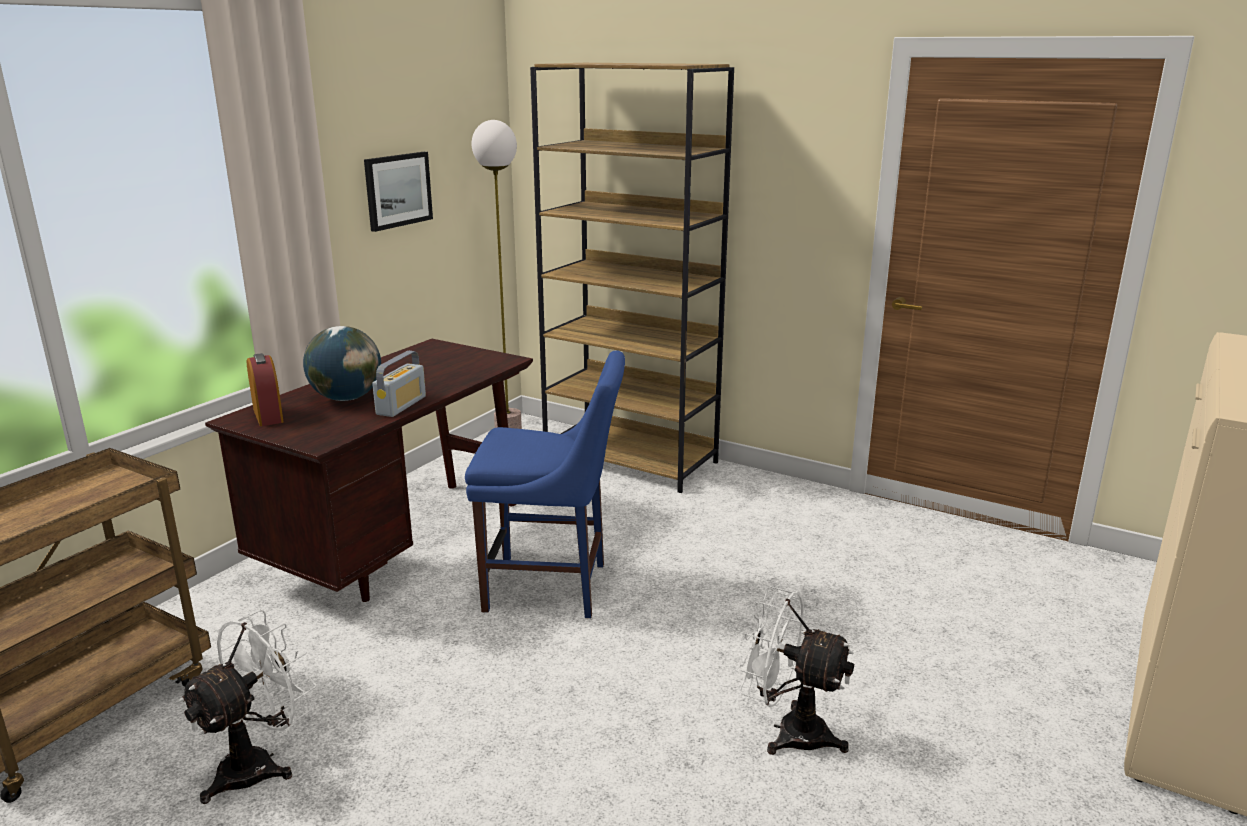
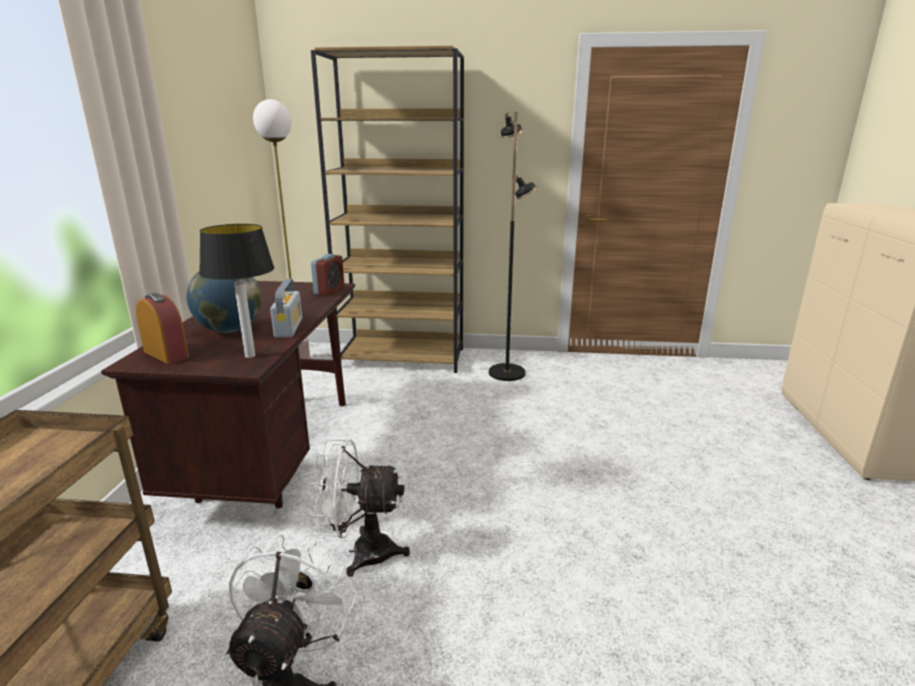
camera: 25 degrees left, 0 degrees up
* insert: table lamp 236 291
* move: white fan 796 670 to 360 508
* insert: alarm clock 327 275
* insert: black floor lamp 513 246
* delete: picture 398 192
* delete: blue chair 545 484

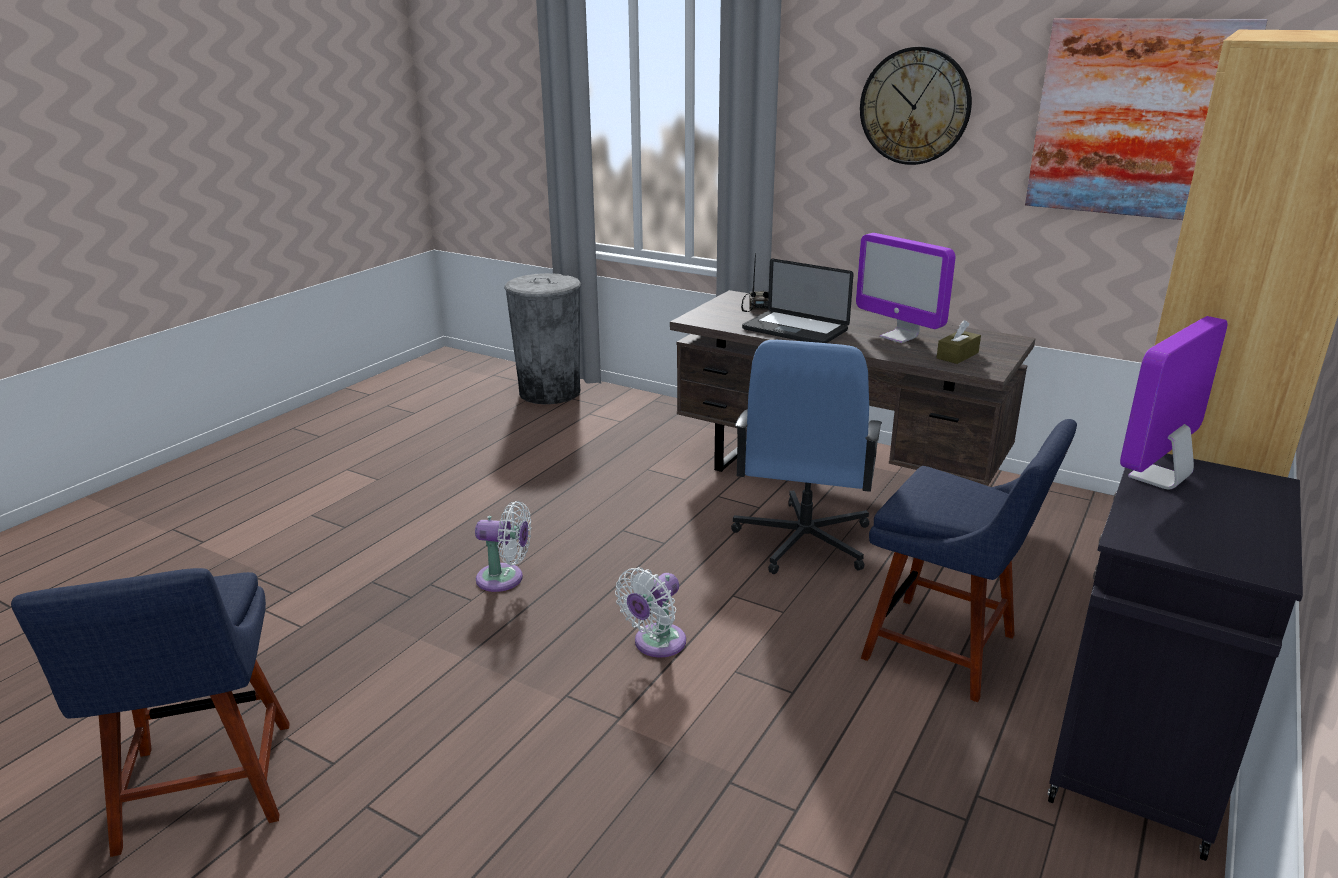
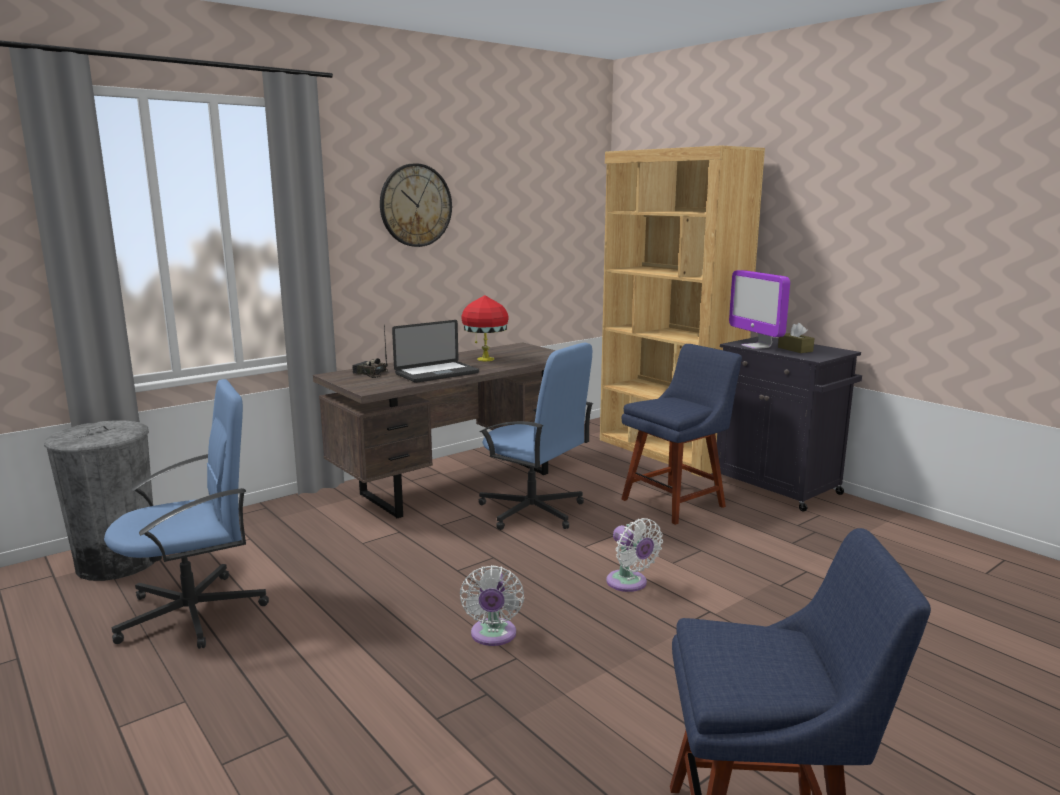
camera: 70 degrees left, 10 degrees down
* insert: blue office chair 186 514
* rotate: white fan 503 546 = 492 605 150 degrees clockwise
* replace: monitor 906 288 to red table lamp 484 328
* move: brown tissue box 959 342 to 796 338
* delete: picture 1146 119

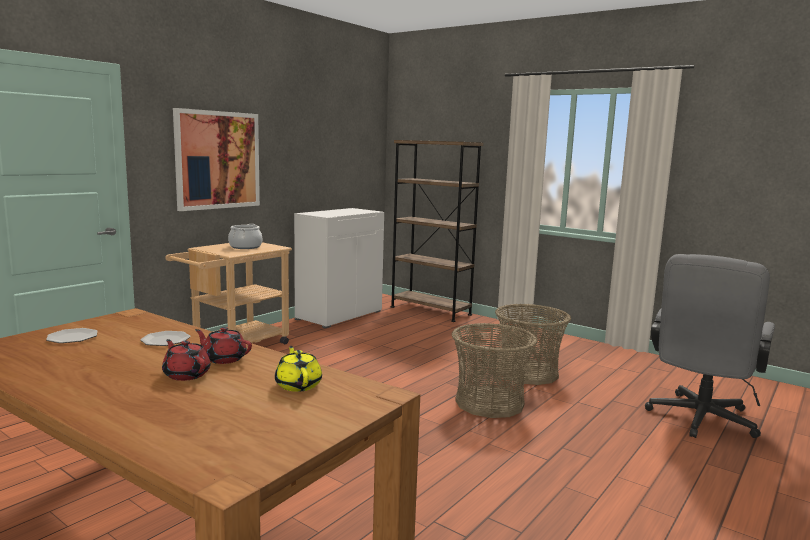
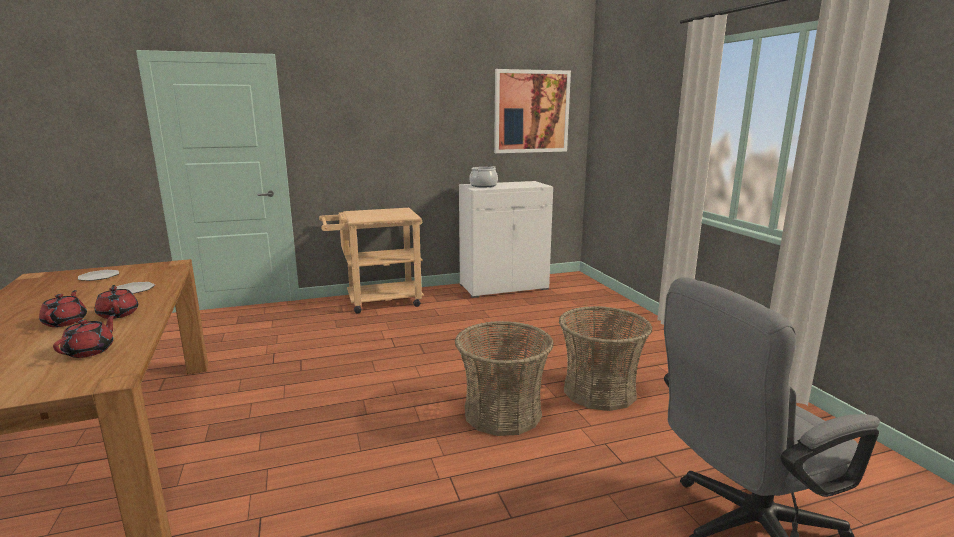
camera: 35 degrees right, 5 degrees up
* recolor: yellow teapot 298 369 to red teapot 84 336
* move: cooking pot 245 236 to 483 176
* move: picture 216 159 to 532 111
* delete: brown bookcase 437 231

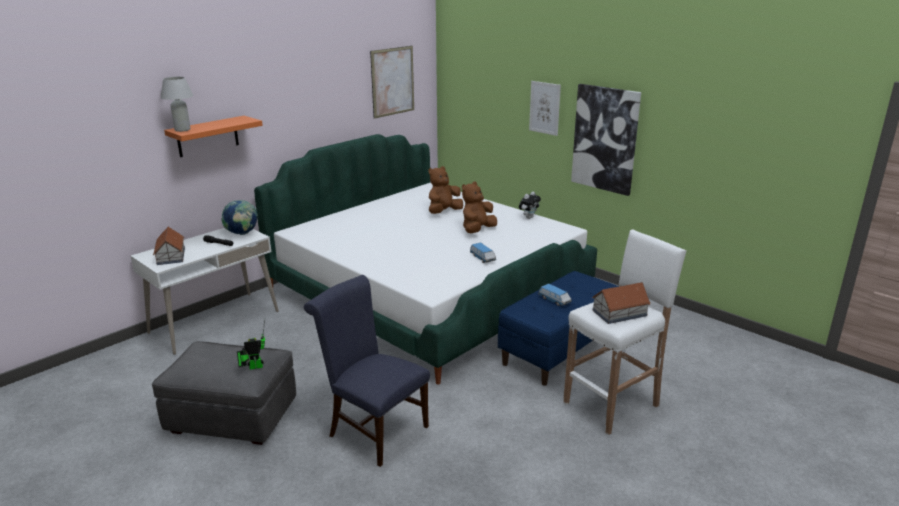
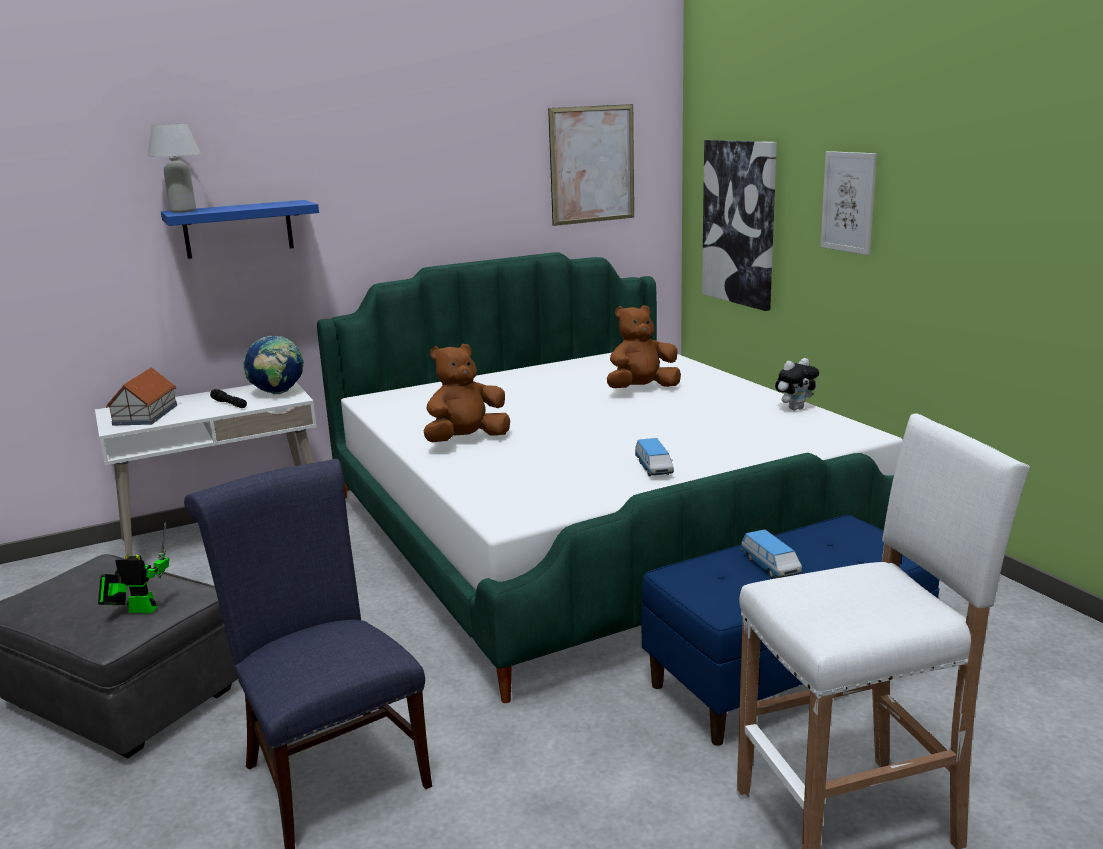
camera: 20 degrees right, 5 degrees down
* recolor: orange shelf 213 136 to blue shelf 240 229
* move: brown plush toy 479 207 to 467 393
* move: picture 606 140 to 739 225
* delete: toy house 621 303

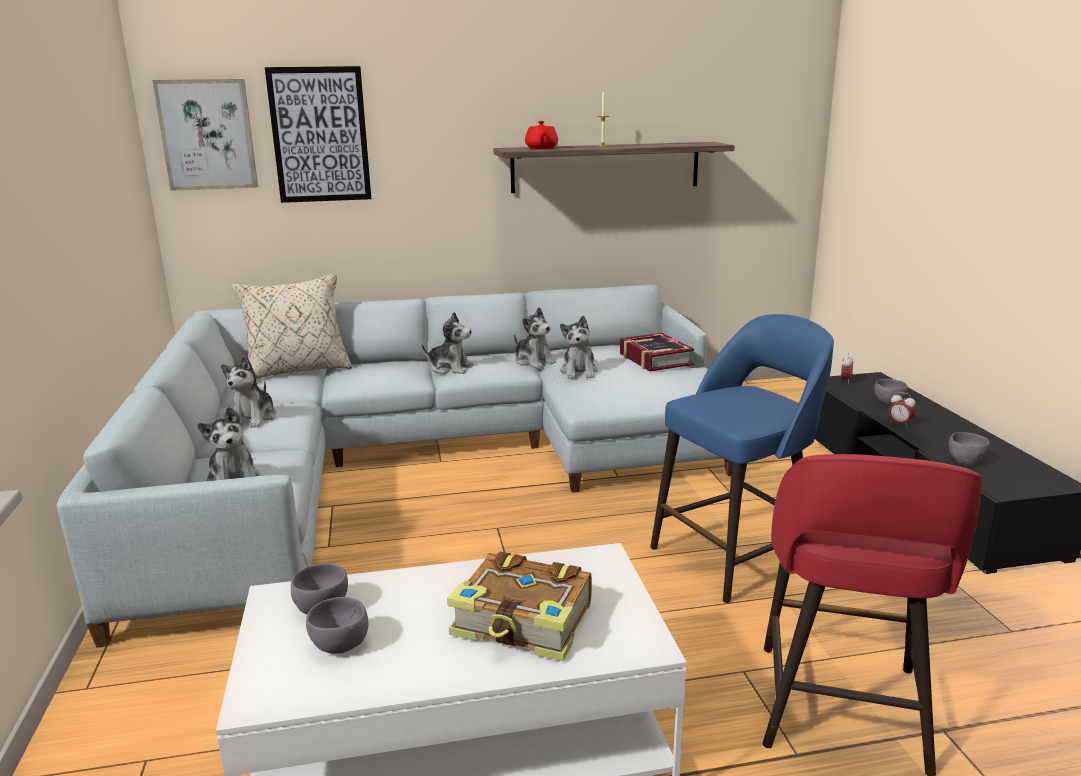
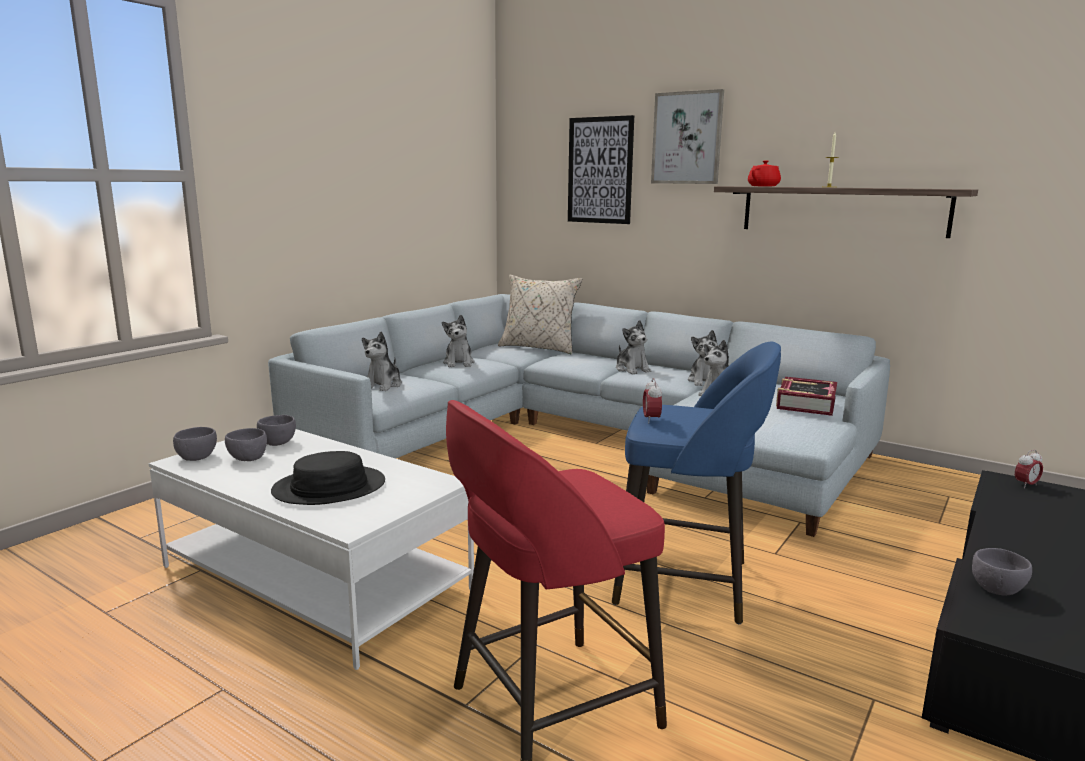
camera: 45 degrees right, 5 degrees down
* move: grey bowl 891 392 to 195 444
* replace: book 519 606 to black hat 328 478
* rotate: plush toy 248 392 = 458 341 60 degrees counterclockwise
* move: alarm clock 902 410 to 652 400
* move: picture 205 135 to 687 136

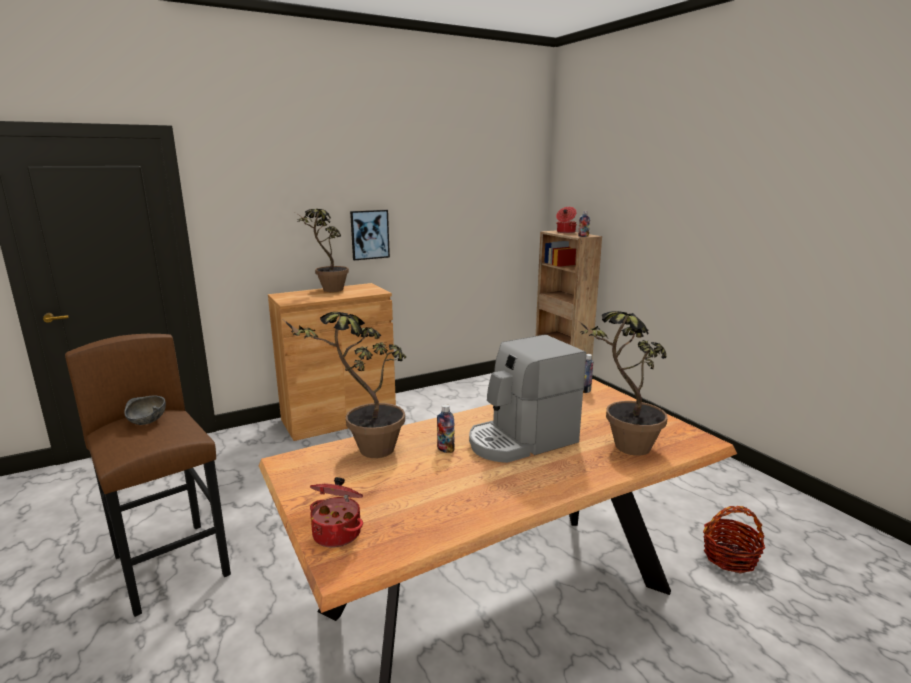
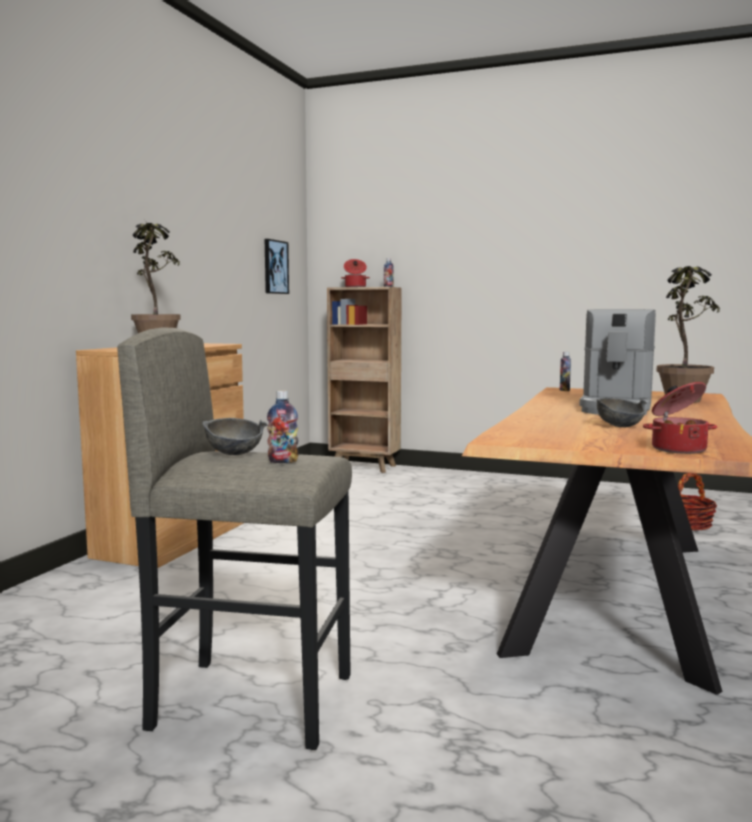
camera: 40 degrees left, 10 degrees down
* recolor: brown stool 148 475 to grey stool 234 538
* move: picture 370 235 to 277 266
* move: bottle 445 428 to 283 426
* insert: grey bowl 622 412
* delete: potted plant 343 385

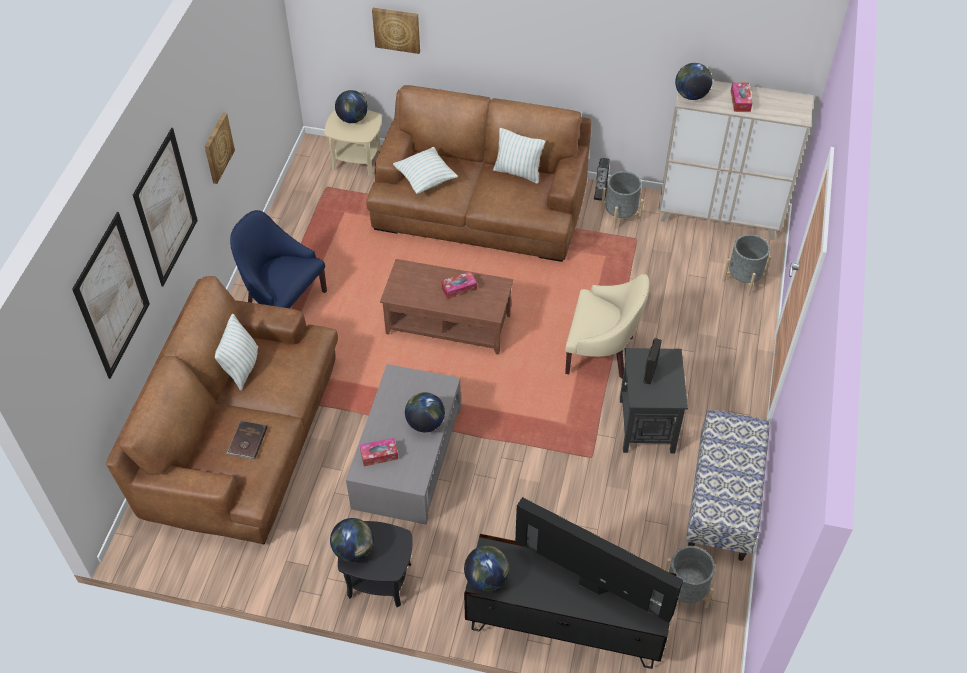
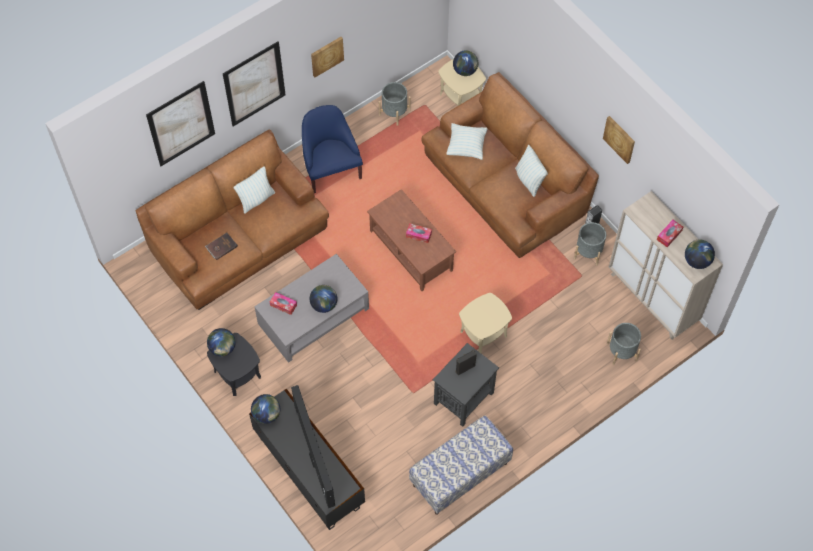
camera: 40 degrees right, 10 degrees up
* move: grey planter 690 577 to 395 104
* replace: beige armchair 607 326 to beige side table 485 323
* move: picture 396 31 to 619 140
* move: globe 693 81 to 700 254

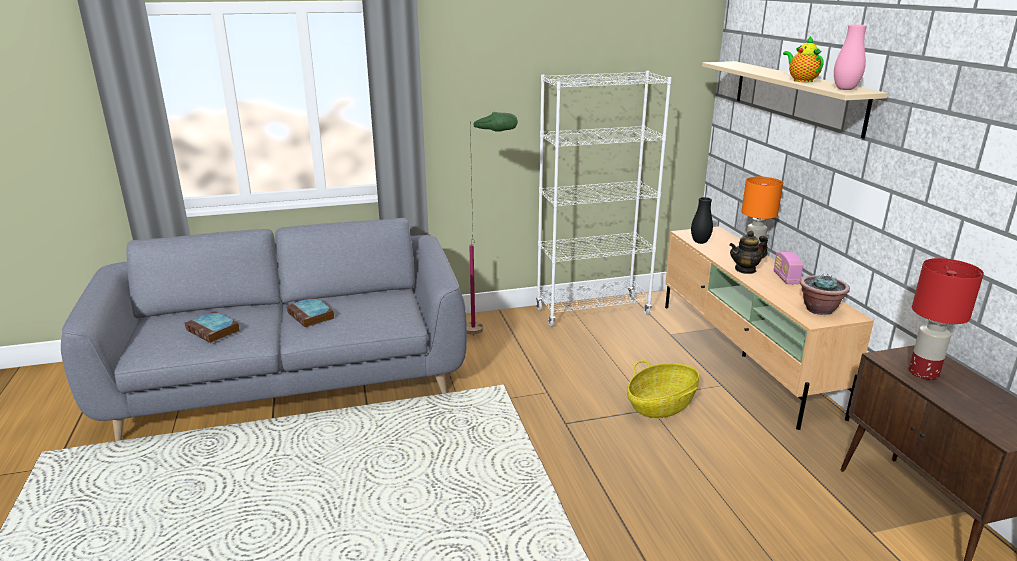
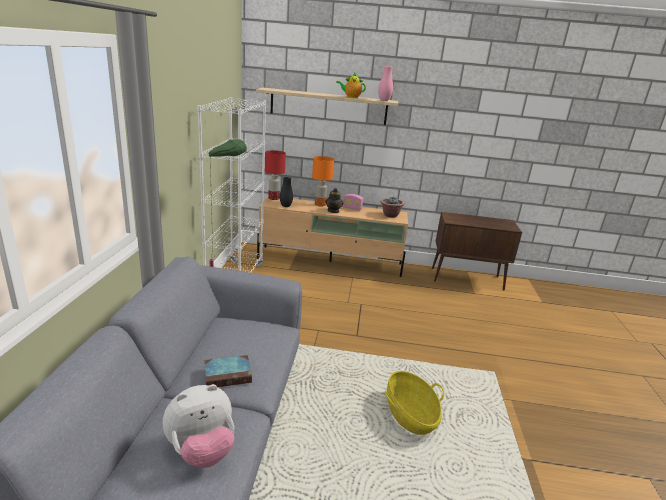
camera: 70 degrees left, 0 degrees up
* replace: book 212 327 to plush toy 198 426
* move: red table lamp 946 319 to 275 175
* move: basket 663 389 to 414 403

